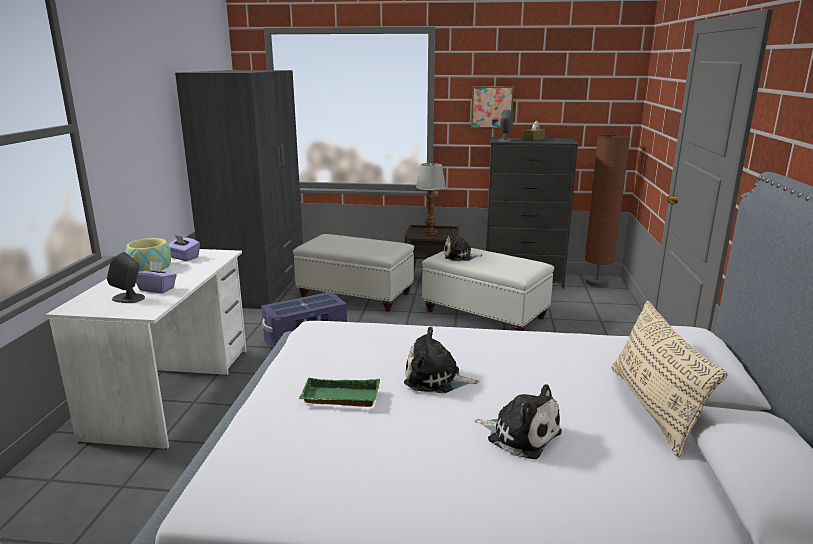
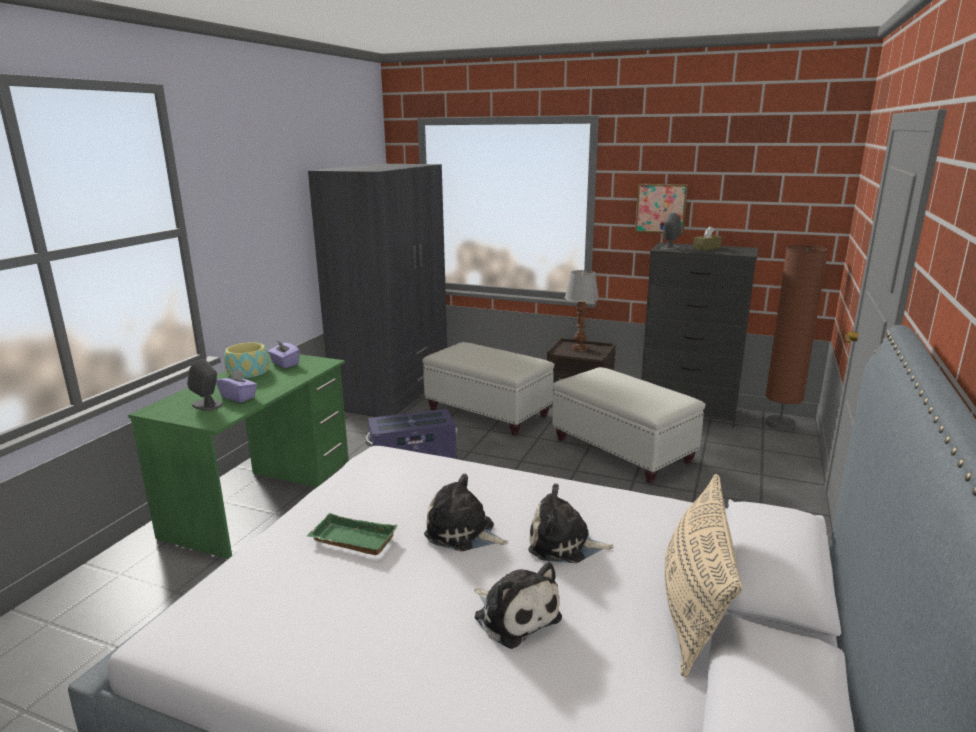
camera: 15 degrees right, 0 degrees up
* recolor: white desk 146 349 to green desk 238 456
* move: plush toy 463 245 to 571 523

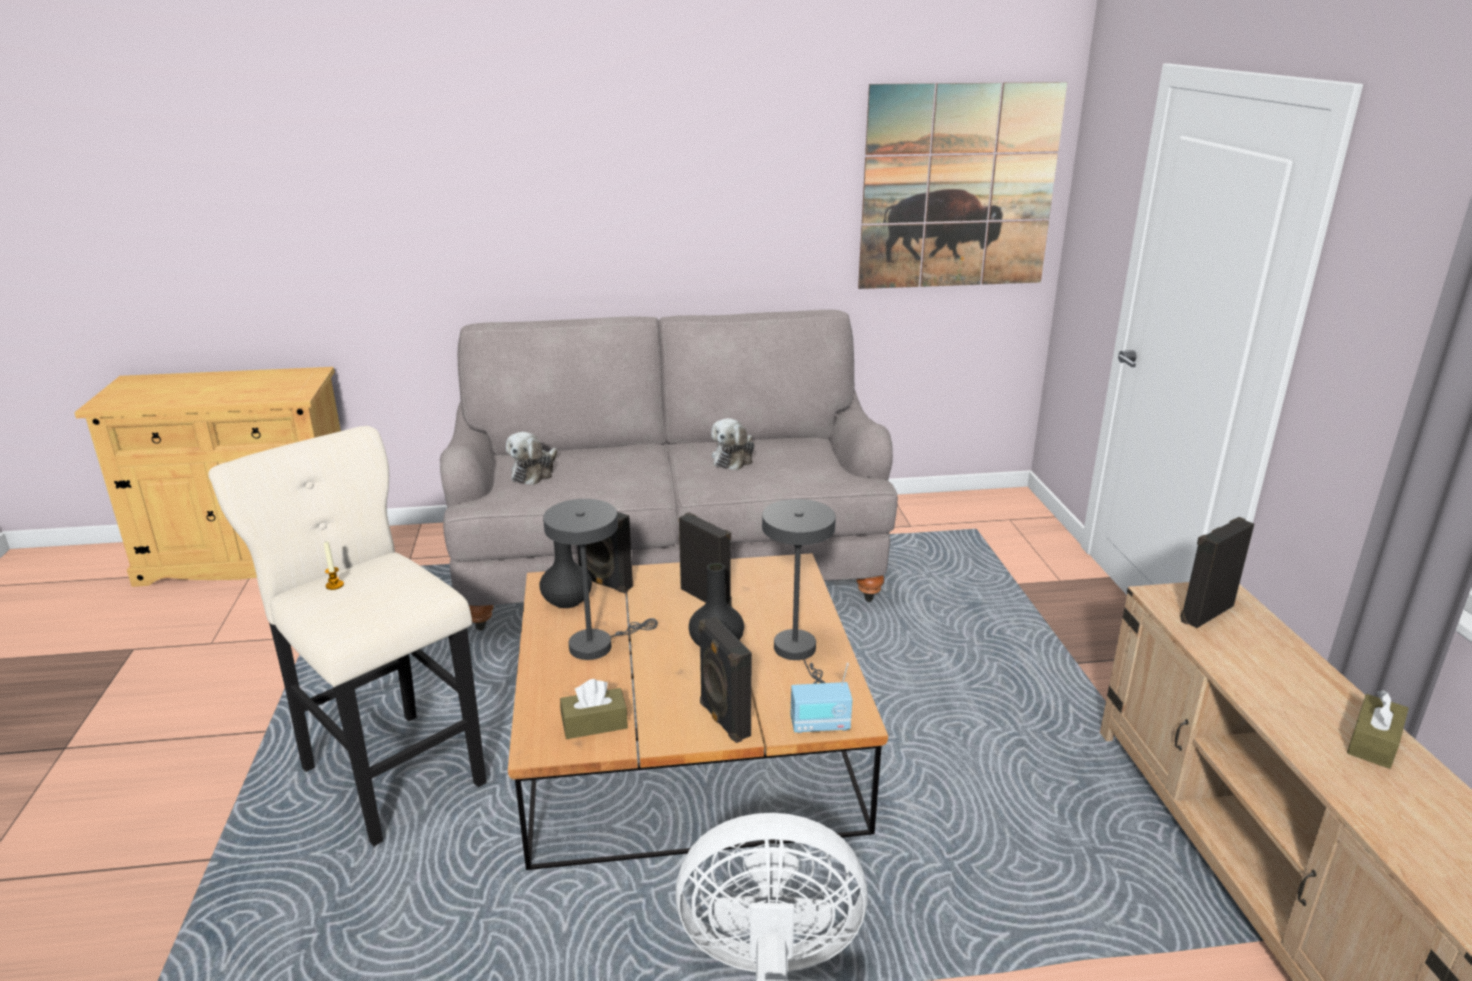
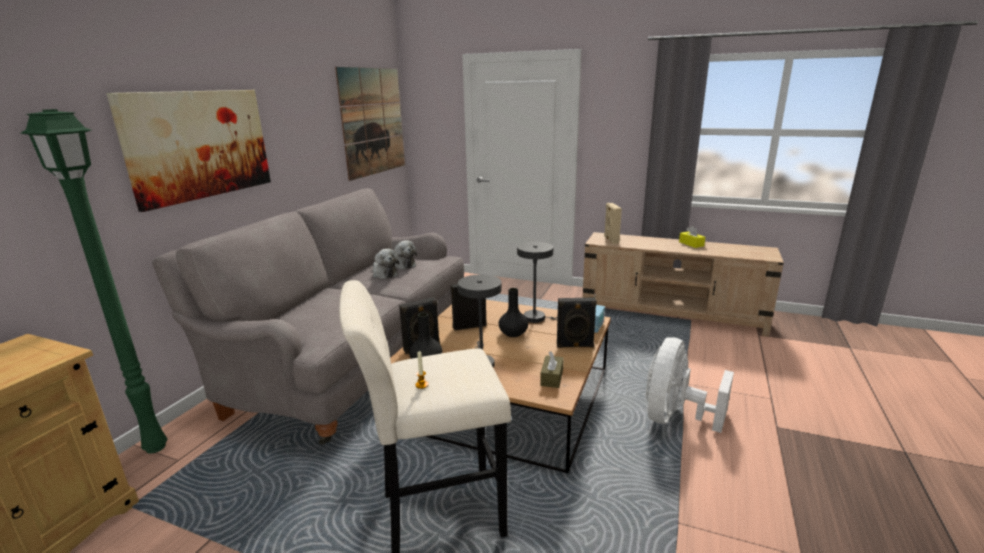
camera: 60 degrees left, 5 degrees down
* insert: green floor lamp 94 281
* insert: picture 188 151
* move: plush toy 531 458 to 405 254
* recolor: black speaker 1217 572 to beige speaker 613 223
* recolor: brown tissue box 1378 729 to yellow tissue box 692 237

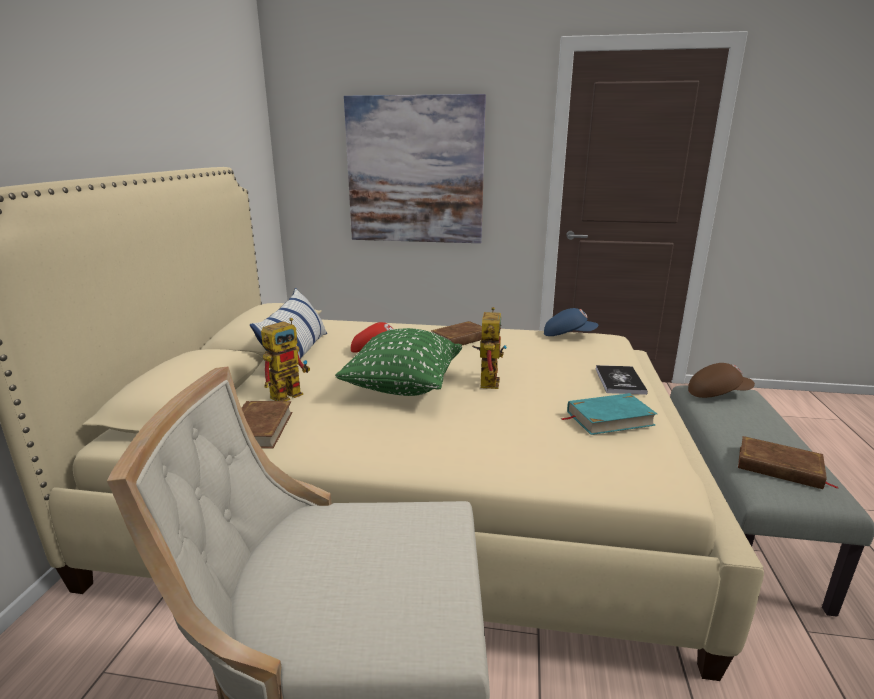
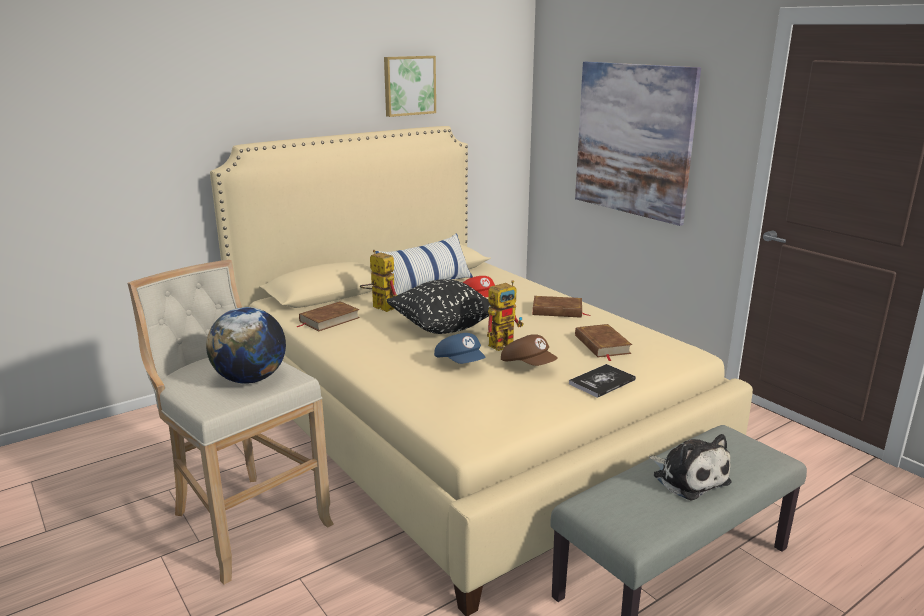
camera: 45 degrees right, 0 degrees up
* insert: globe 246 345
* rotate: toy robot 285 359 = 378 281 135 degrees counterclockwise
* insert: picture 410 86
* recolor: green pillow 398 362 to black pillow 439 306
* move: blue cap 571 322 to 460 348
* move: brown cap 721 380 to 529 350
* move: brown book 788 462 to 603 342
* insert: plush toy 690 467
* delete: turquoise book 609 414

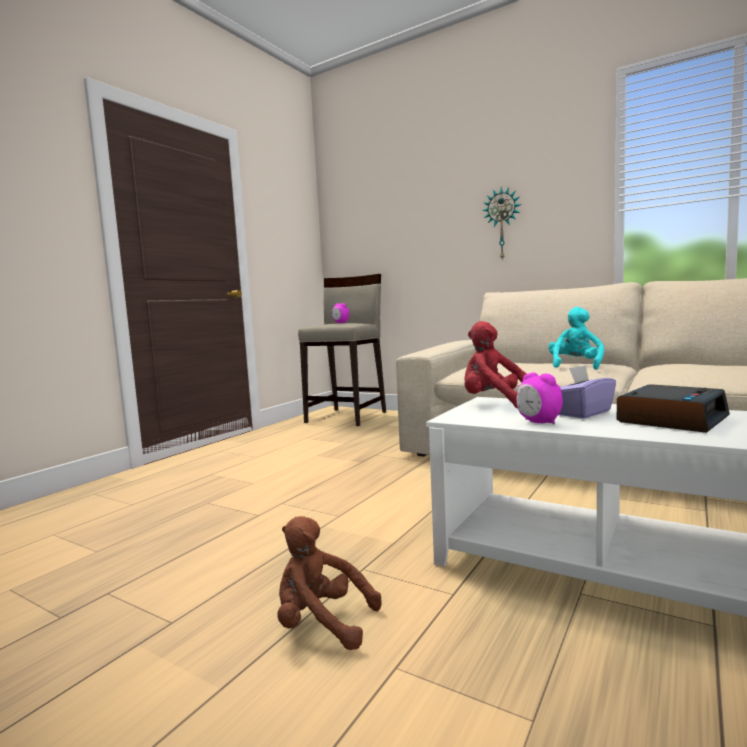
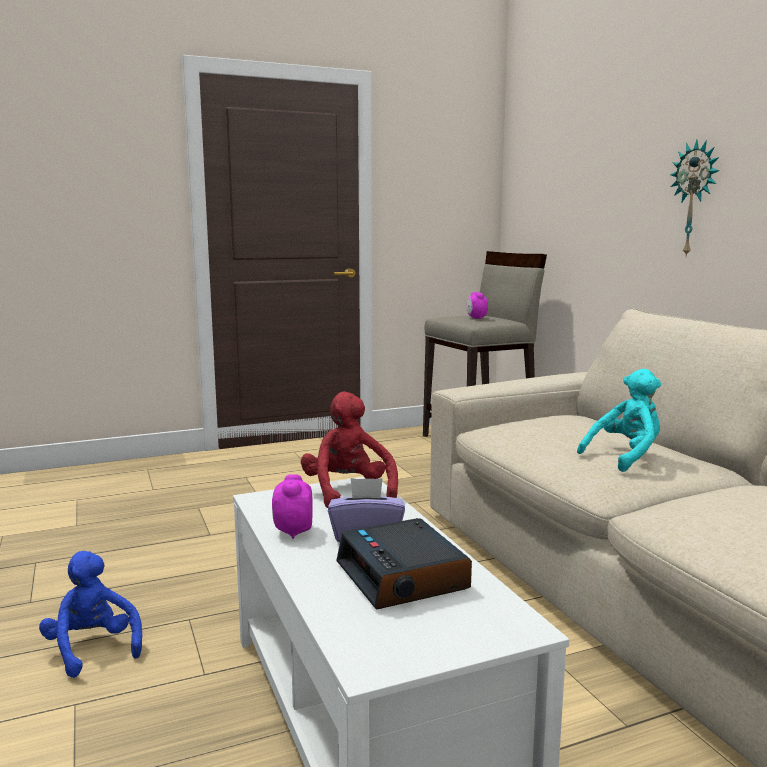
camera: 35 degrees right, 5 degrees up
* recolor: brown plush toy 330 583 to blue plush toy 90 614
* rotate: alarm clock 673 408 = 404 564 75 degrees clockwise

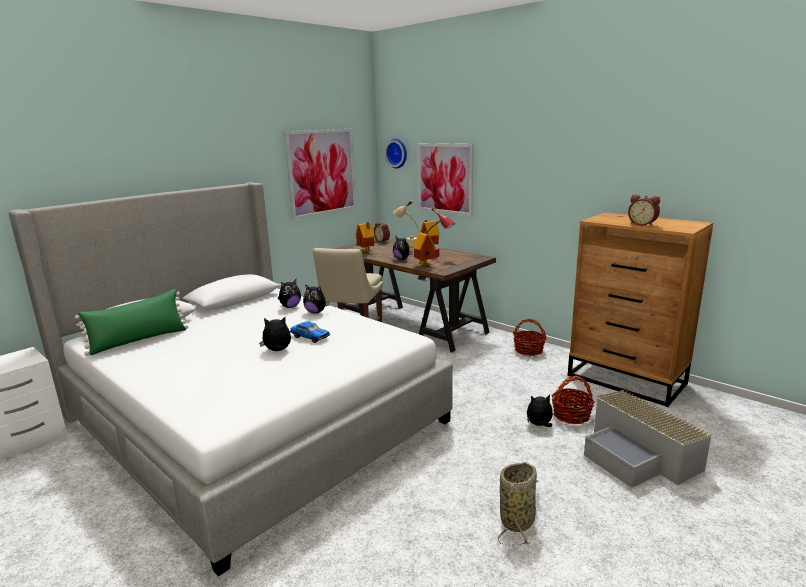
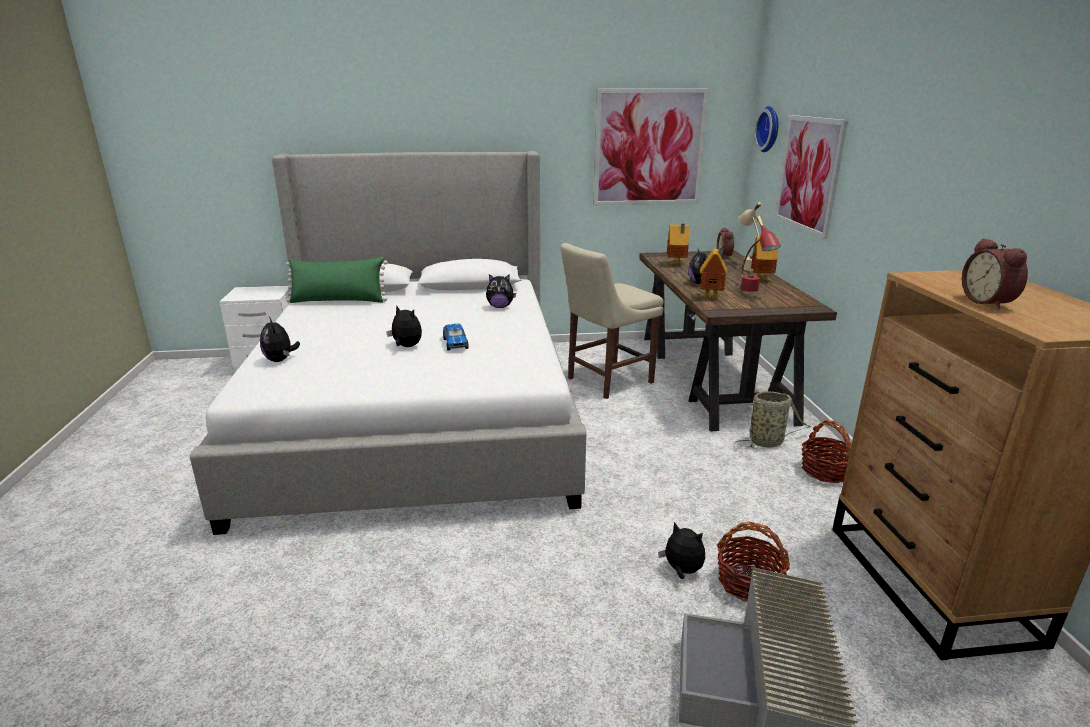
camera: 40 degrees right, 5 degrees up
* move: plush toy 316 299 to 280 339
* move: basket 518 503 to 773 419

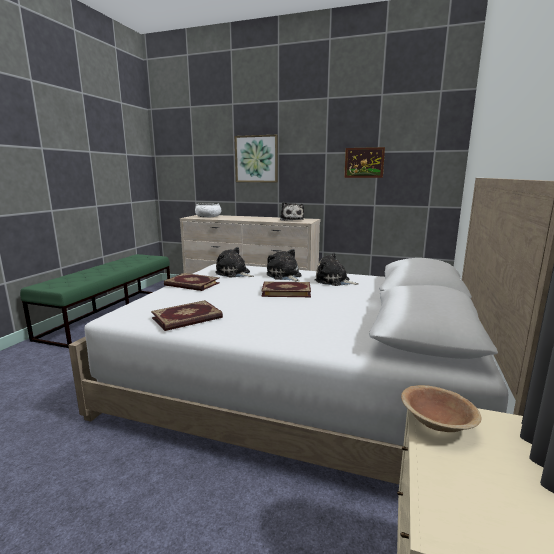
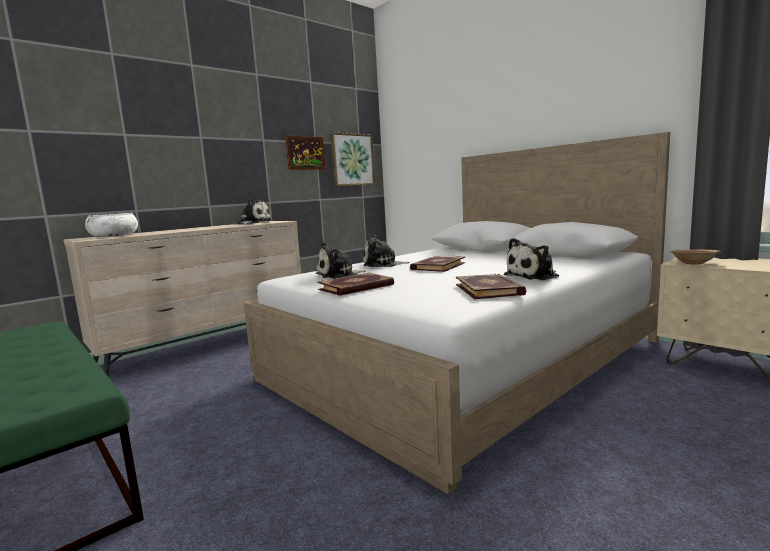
camera: 60 degrees left, 5 degrees down
* move: picture 256 158 to 352 159
* move: plush toy 337 269 to 531 259

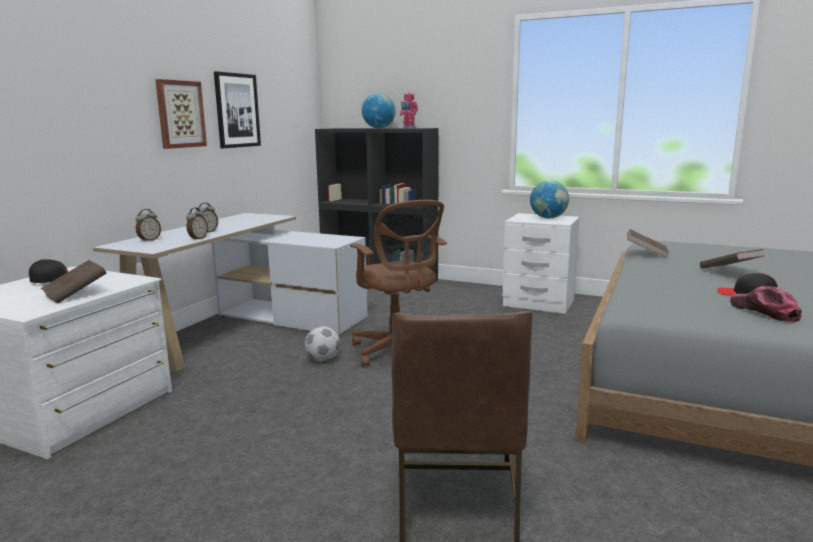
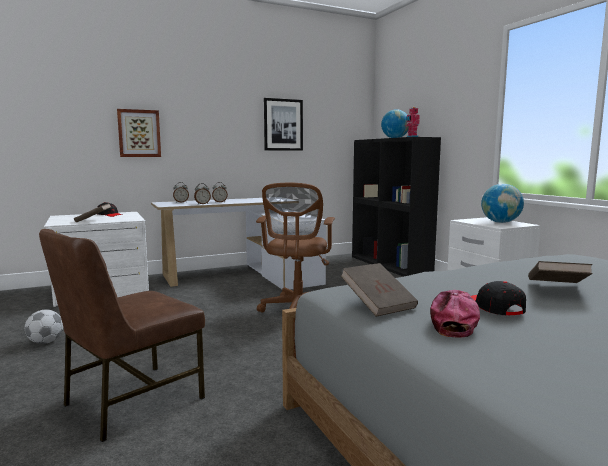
camera: 40 degrees right, 5 degrees down
* move: football 322 344 to 44 326
* move: picture 181 114 to 139 133
* move: brown book 648 243 to 379 290

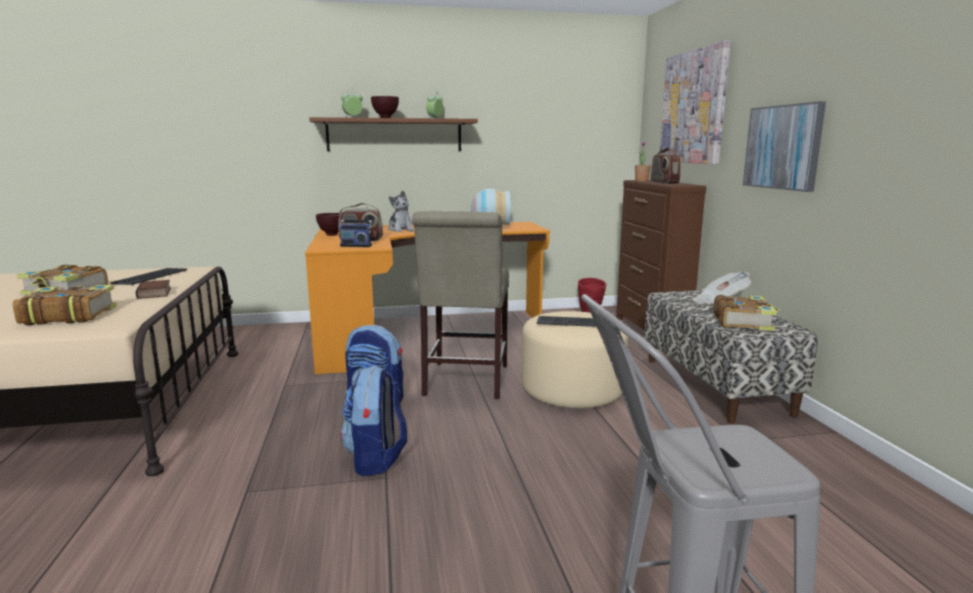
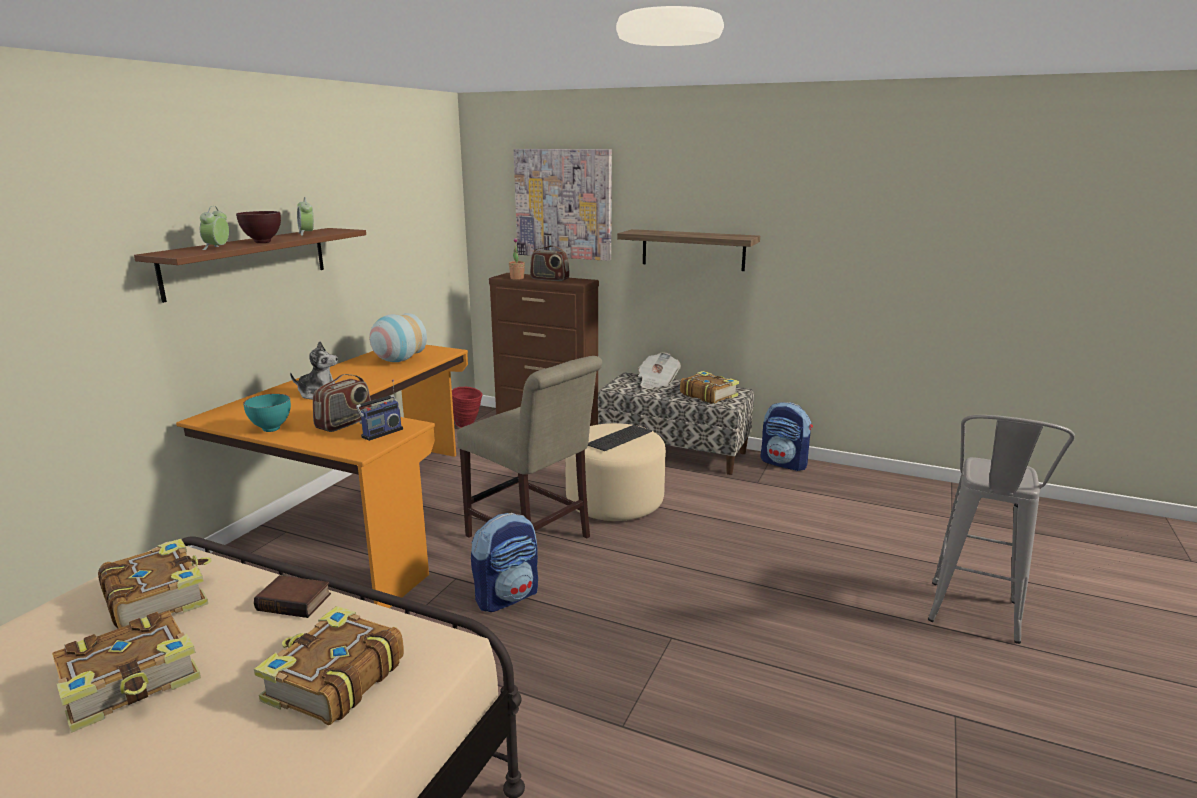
camera: 55 degrees left, 5 degrees up
* replace: keyboard 149 276 to book 155 584
* recolor: brown bowl 328 224 to turquoise bowl 267 413
* replace: picture 784 146 to shelf 688 250
* move: backpack 373 421 to 786 436

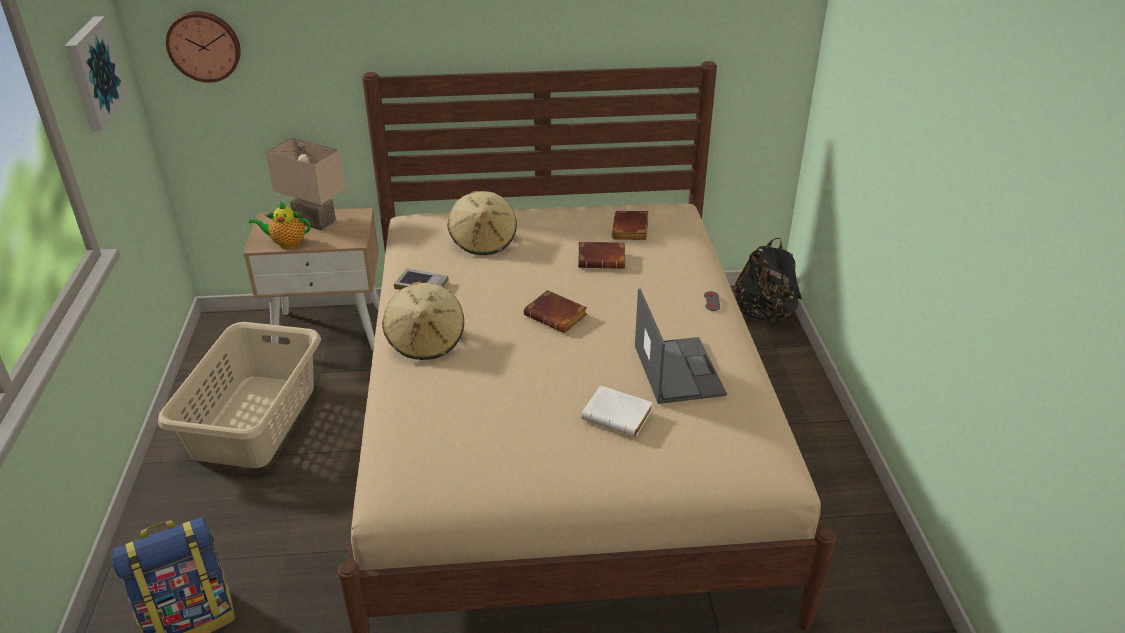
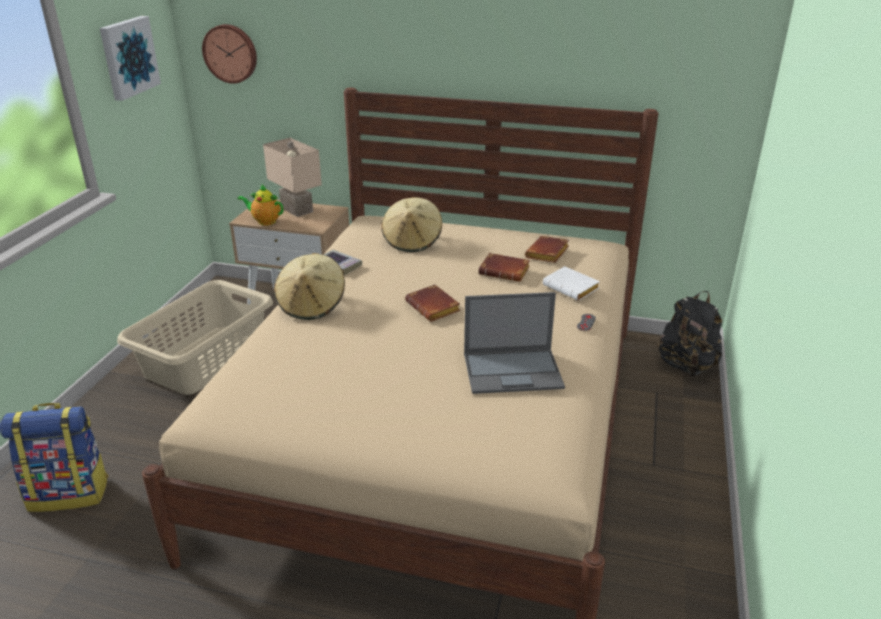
camera: 20 degrees right, 5 degrees down
* rotate: laptop 681 346 = 514 343 75 degrees clockwise
* move: white book 617 411 to 571 283

